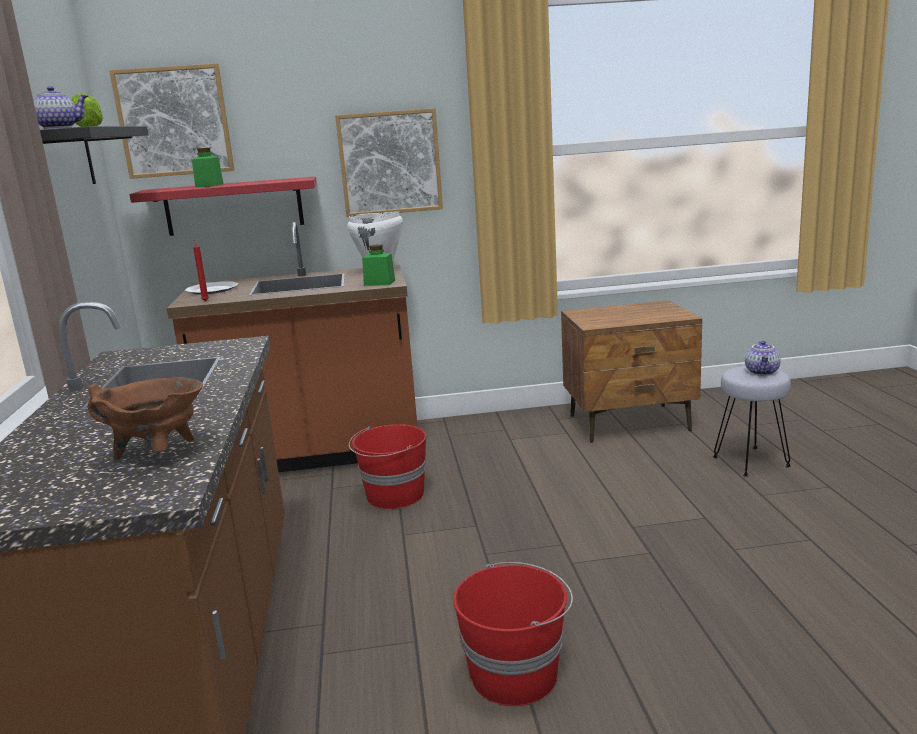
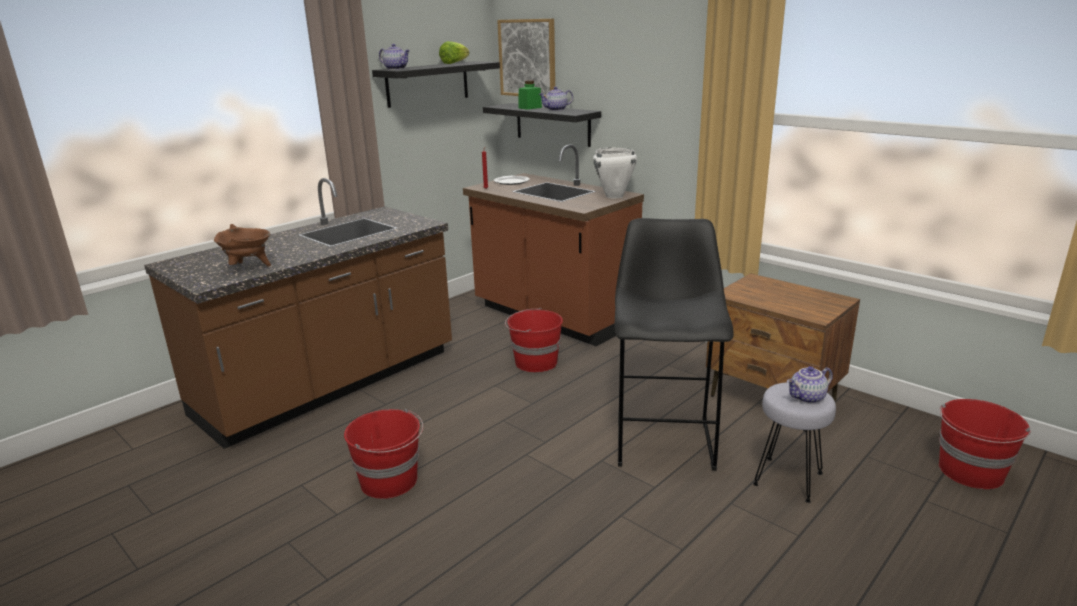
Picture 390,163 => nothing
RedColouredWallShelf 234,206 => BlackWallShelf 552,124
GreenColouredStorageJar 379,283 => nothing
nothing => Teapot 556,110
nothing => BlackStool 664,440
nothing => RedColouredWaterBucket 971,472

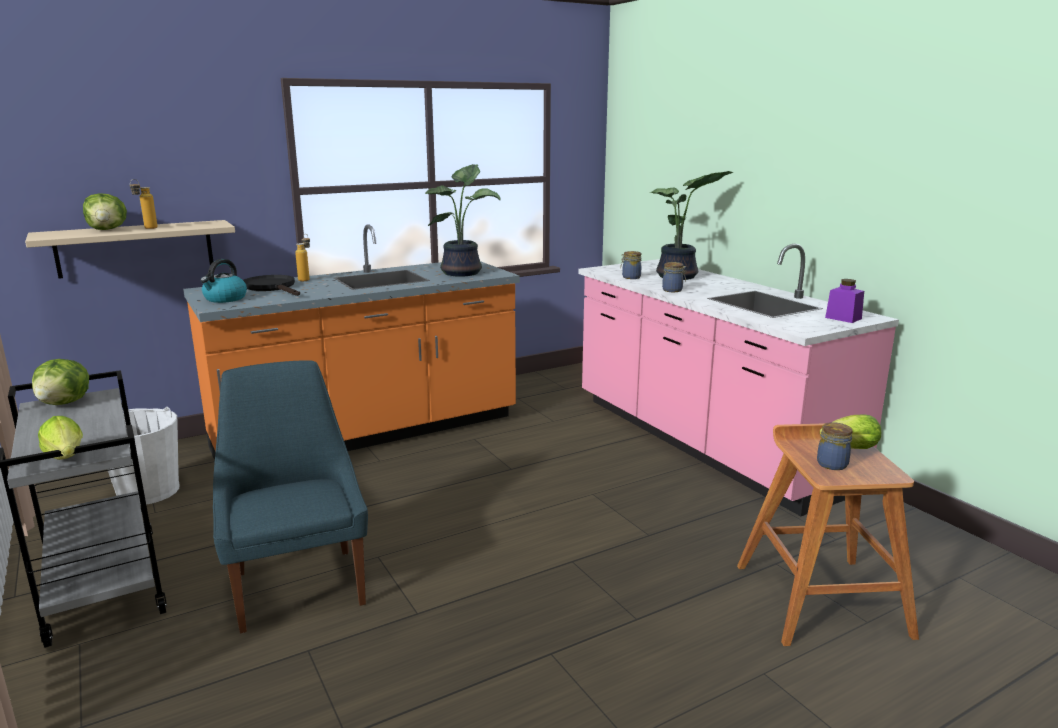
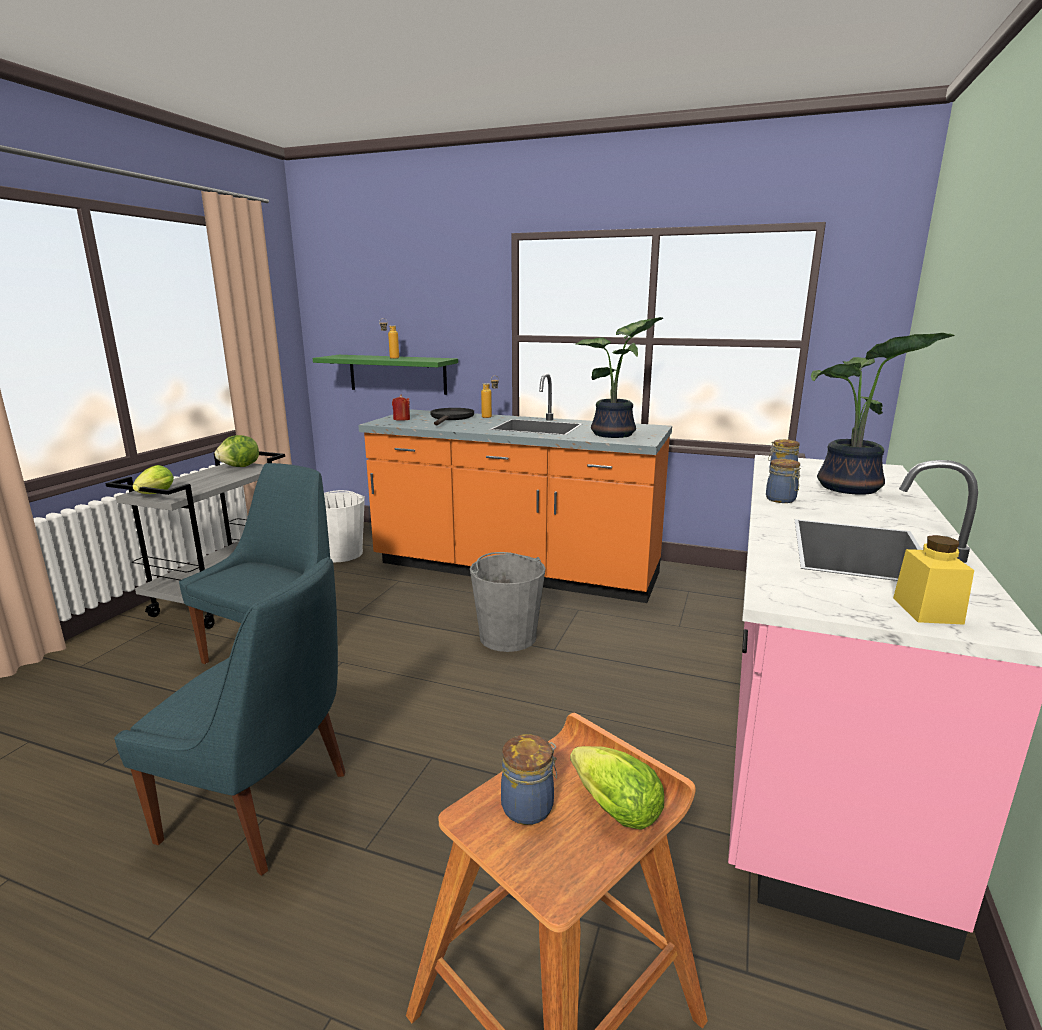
Lettuce 107,230 => nothing
BeigeColouredWallShelf 135,248 => GreenColouredWallShelf 397,374
Kettle 225,299 => RedColouredWaxLight 401,419
PurplishStorageJar 843,318 => YellowColouredStorageJar 927,610
nothing => GrayWaterBucket 507,636
nothing => BluishChair 263,808

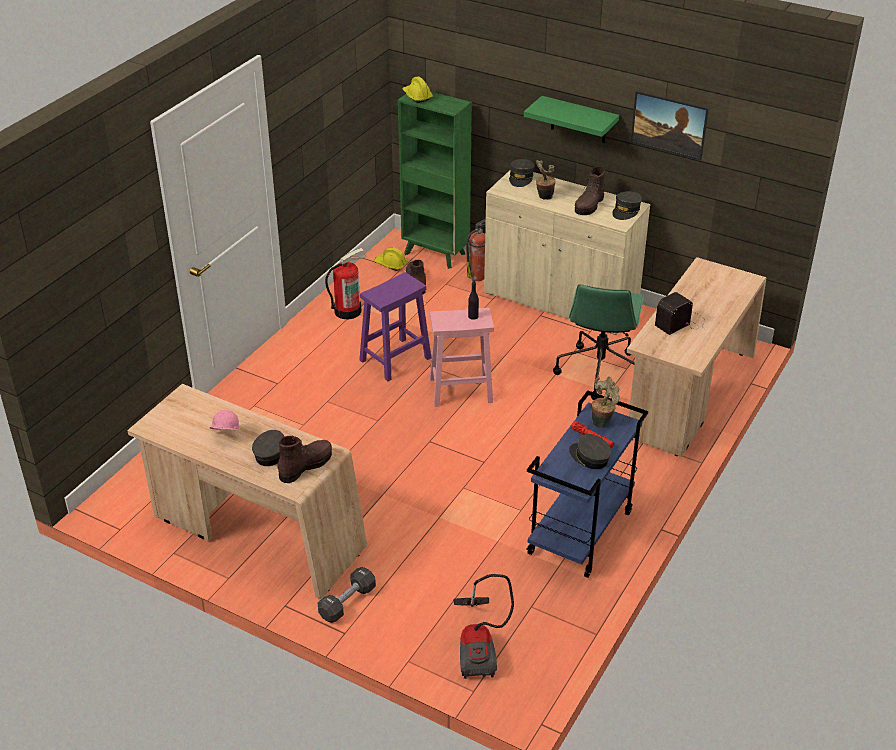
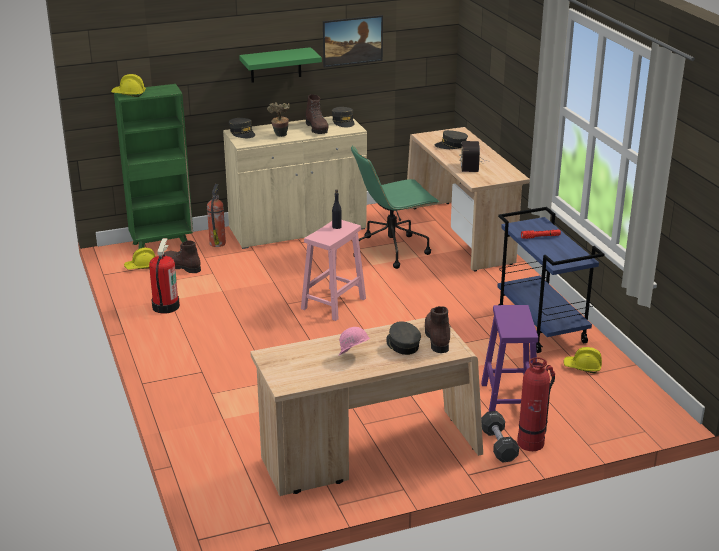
PurplishStool 394,360 => PurplishStool 509,401, relocated
GreenColouredComputerChair 599,371 => GreenColouredComputerChair 392,250, 105 degrees clockwise
PlantInAPot 602,422 => nothing
GrayCap 589,457 => GrayCap 451,145, relocated
Hoover 479,646 => nothing
nothing => YellowColouredWorkHelmet 582,367
nothing => FireFightingCylinder 531,443

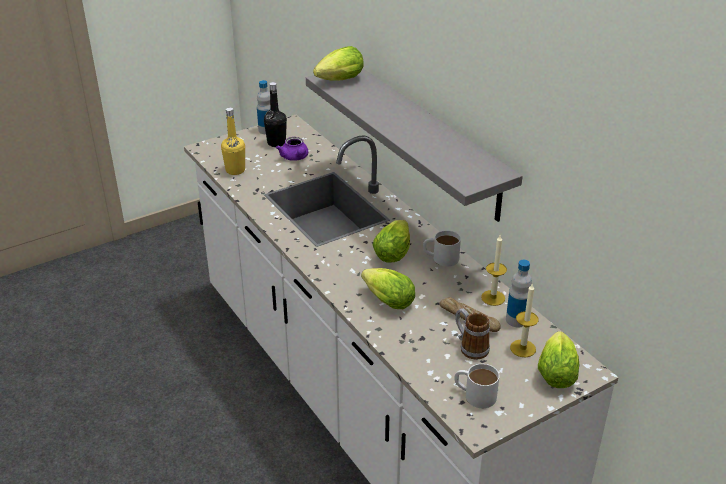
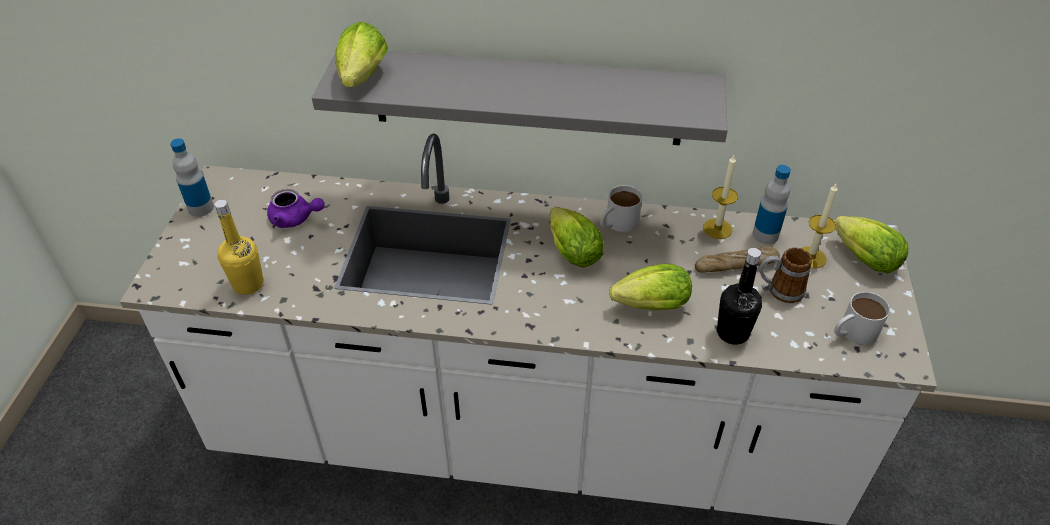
BlackBottle 276,143 => BlackBottle 732,333, relocated

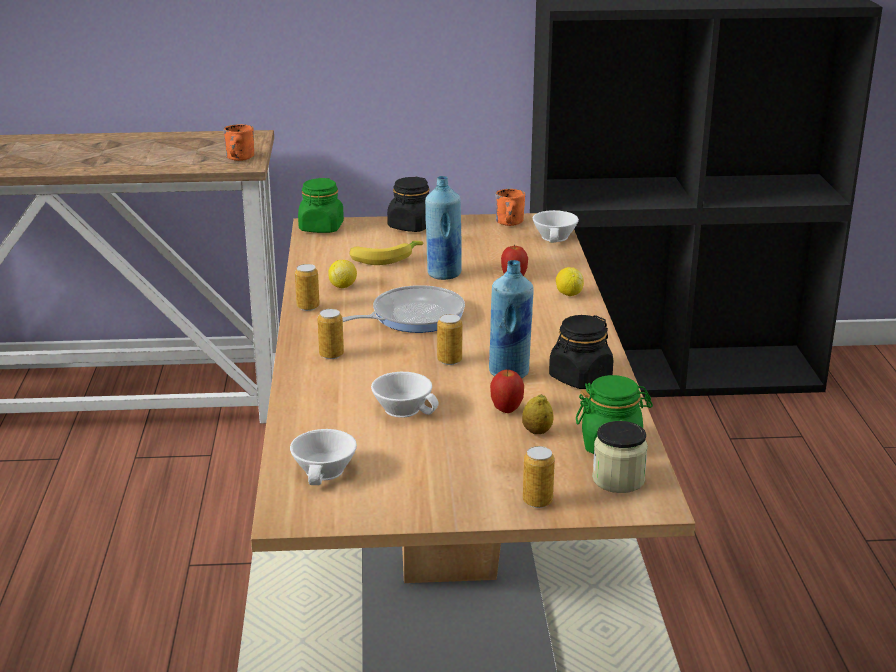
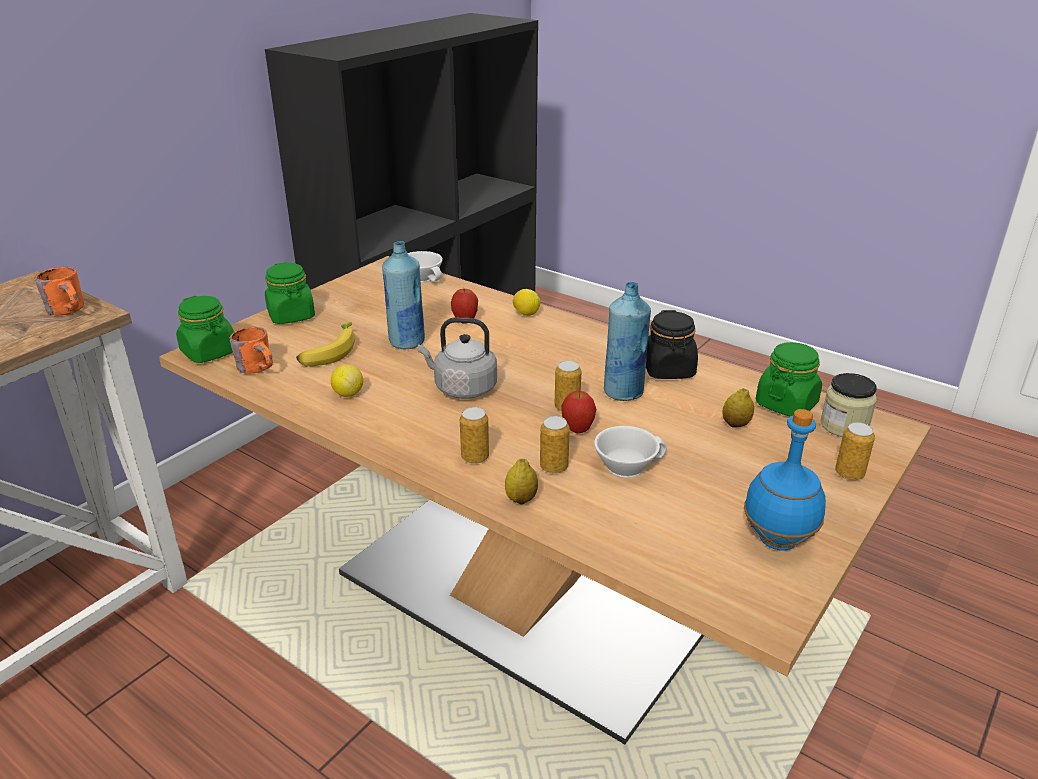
BlackStorageJar 411,226 => GreenColouredStorageJar 291,316
OrangeyTeaMug 512,224 => OrangeyTeaMug 260,368, relocated
MetalCan 308,307 => MetalCan 554,467, relocated
Skillet 412,316 => GrayKettle 462,388
Apple 506,410 => Apple 577,430, relocated
WhitishCup 326,471 => nothing
nothing => BluishBottle 778,539
nothing => Lemon 521,499

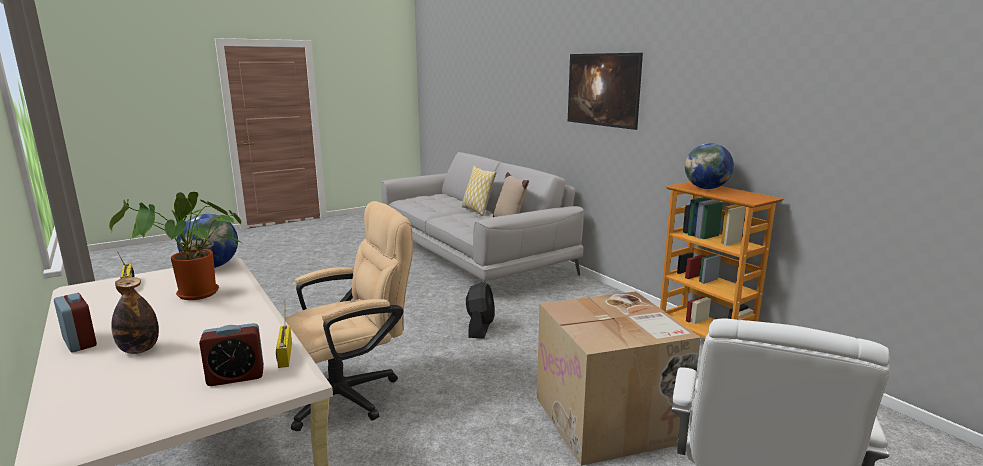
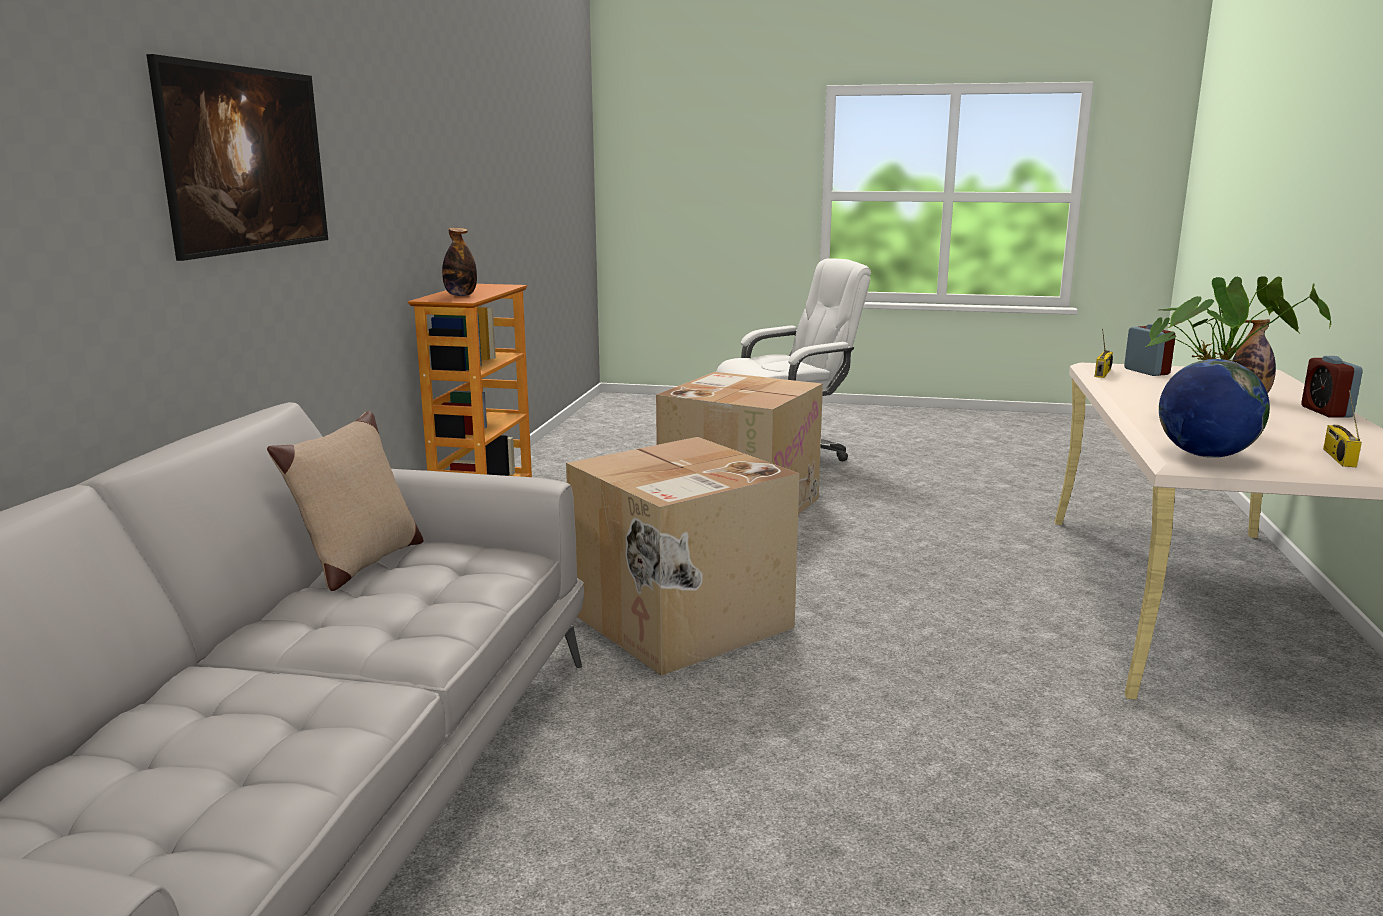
DeskGlobe 706,188 => Bottle 460,295
Pillow 477,210 => nothing
BeigeColouredComputerChair 351,393 => nothing
BlackFan 480,327 => Carton 680,622
BedsideClock 236,377 => BedsideClock 1146,371, 45 degrees clockwise

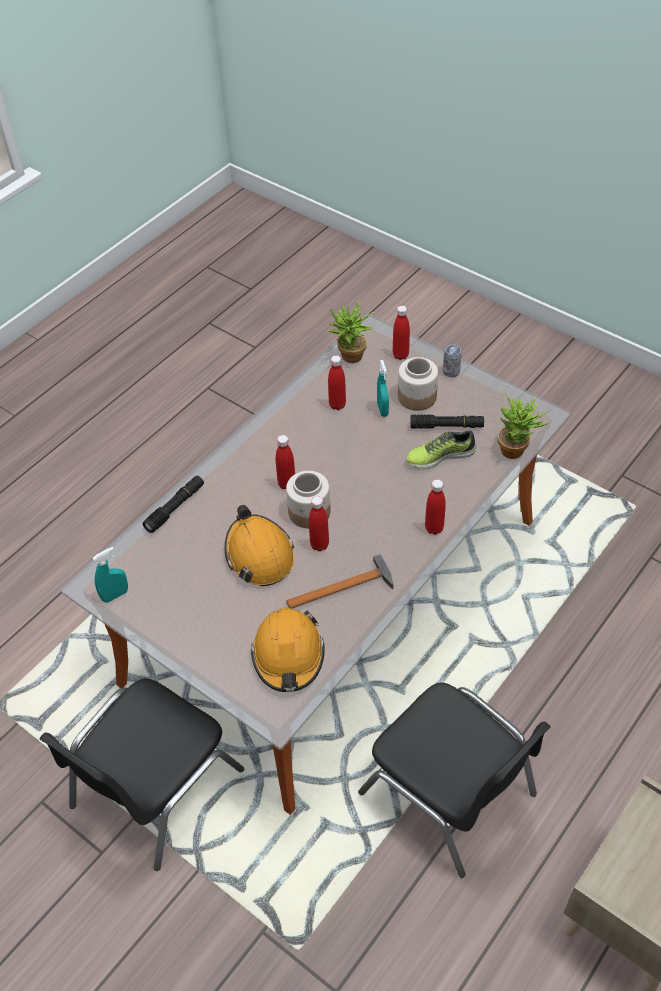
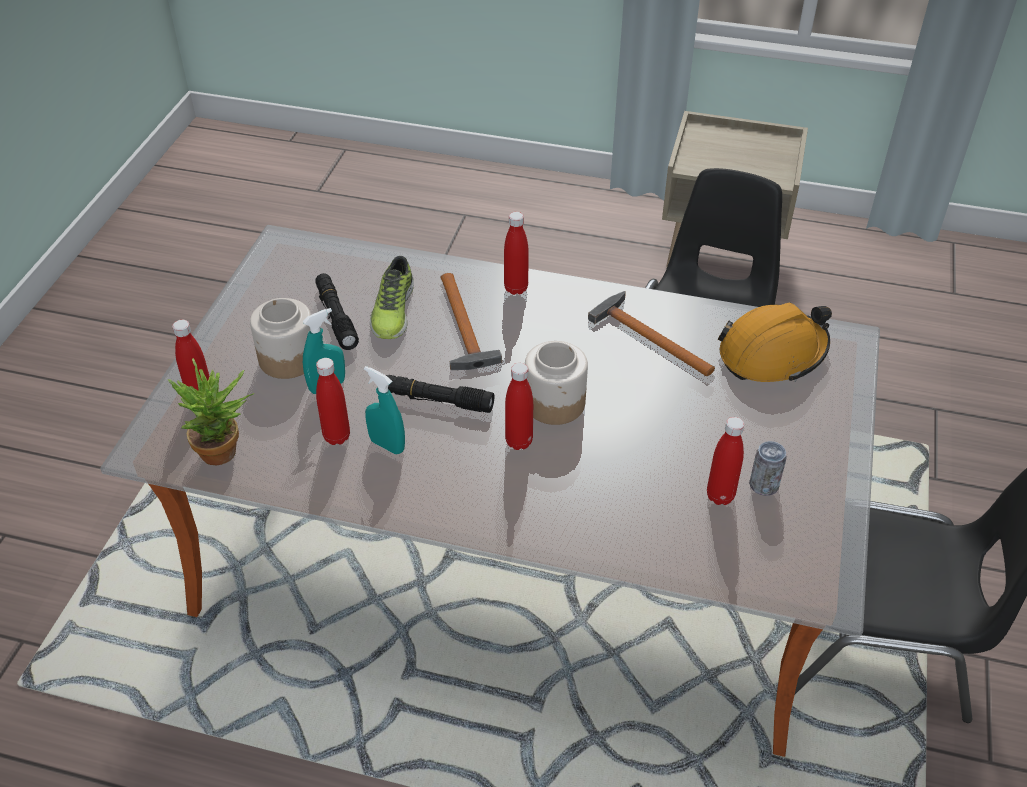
MetalCan 451,372 => MetalCan 763,485, relocated
PlantInAPot 517,450 => nothing
Shoe 440,455 => Shoe 392,311, 45 degrees clockwise
BlackFlashlight 175,508 => BlackFlashlight 438,400, relocated
RedColouredBottle 319,545 => RedColouredBottle 720,496, relocated
OrangeyWorkHelmet 259,554 => nothing
TurquoiseColouredSprayBottle 115,595 => TurquoiseColouredSprayBottle 387,445, relocated
nothing => HandHammer 463,327

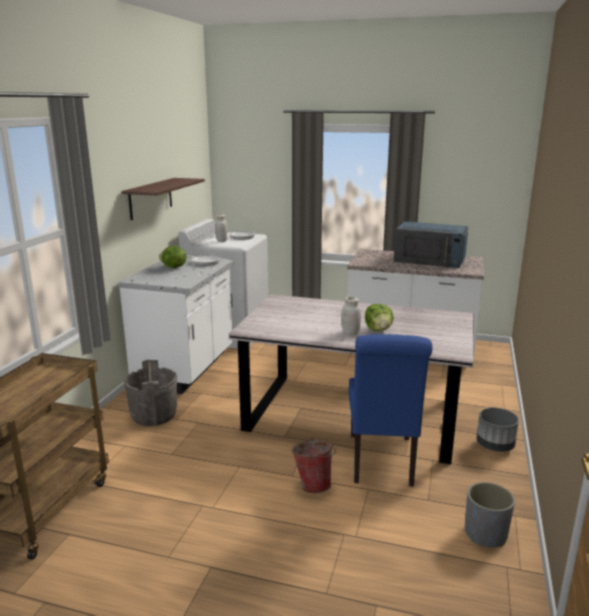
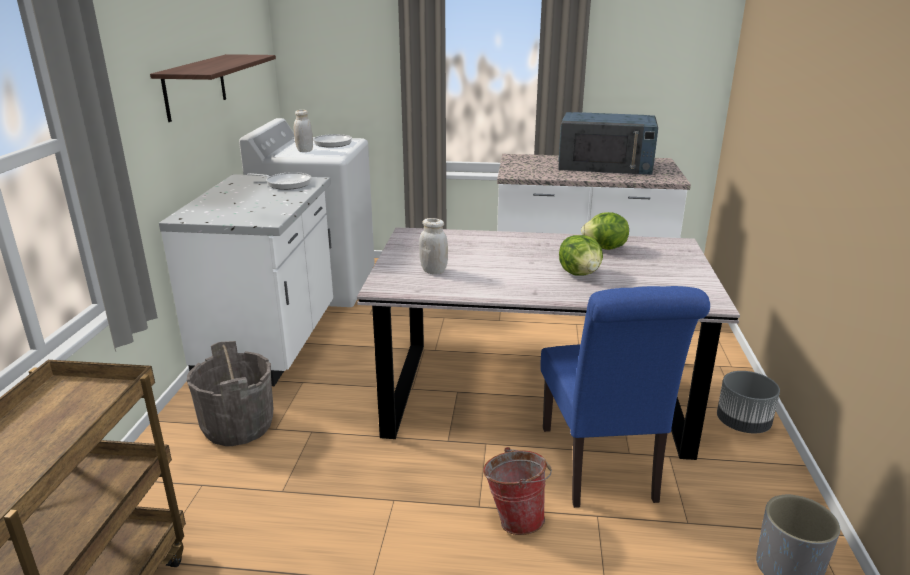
Lettuce 173,267 => Lettuce 605,248, relocated
WhitishStorageJar 350,332 => WhitishStorageJar 434,271, relocated

